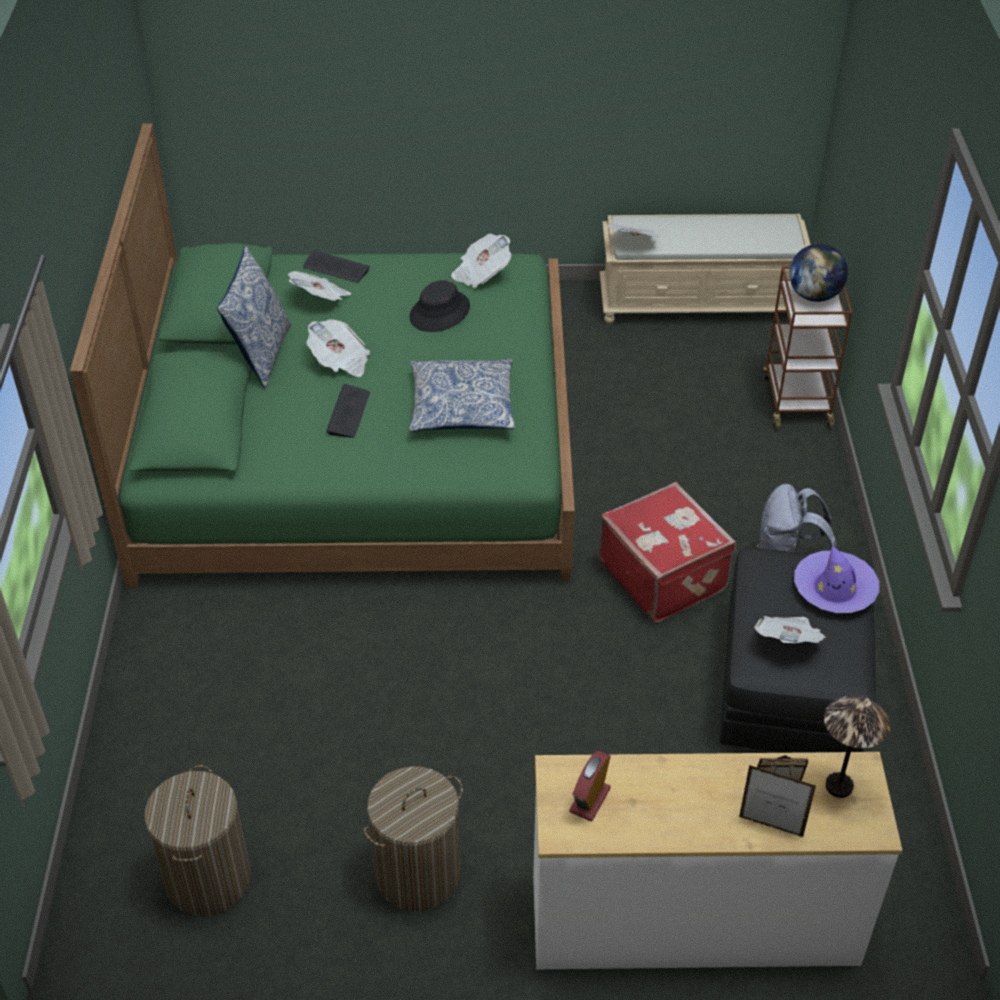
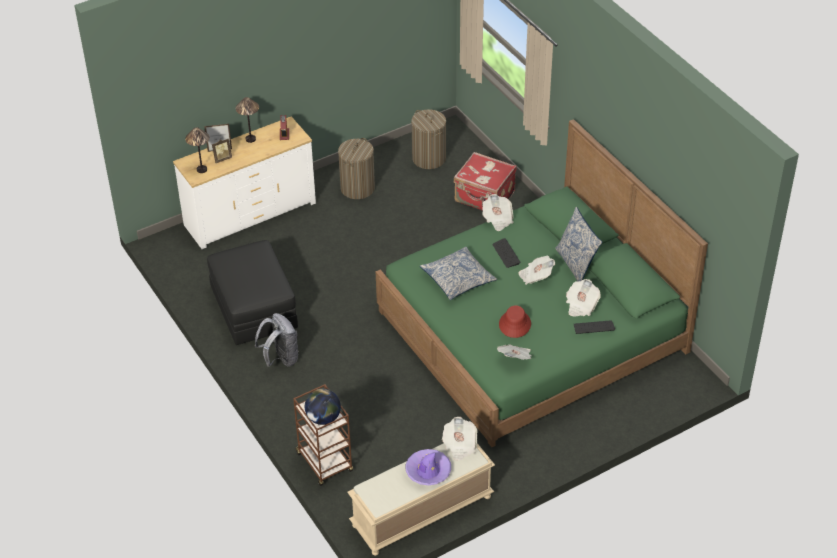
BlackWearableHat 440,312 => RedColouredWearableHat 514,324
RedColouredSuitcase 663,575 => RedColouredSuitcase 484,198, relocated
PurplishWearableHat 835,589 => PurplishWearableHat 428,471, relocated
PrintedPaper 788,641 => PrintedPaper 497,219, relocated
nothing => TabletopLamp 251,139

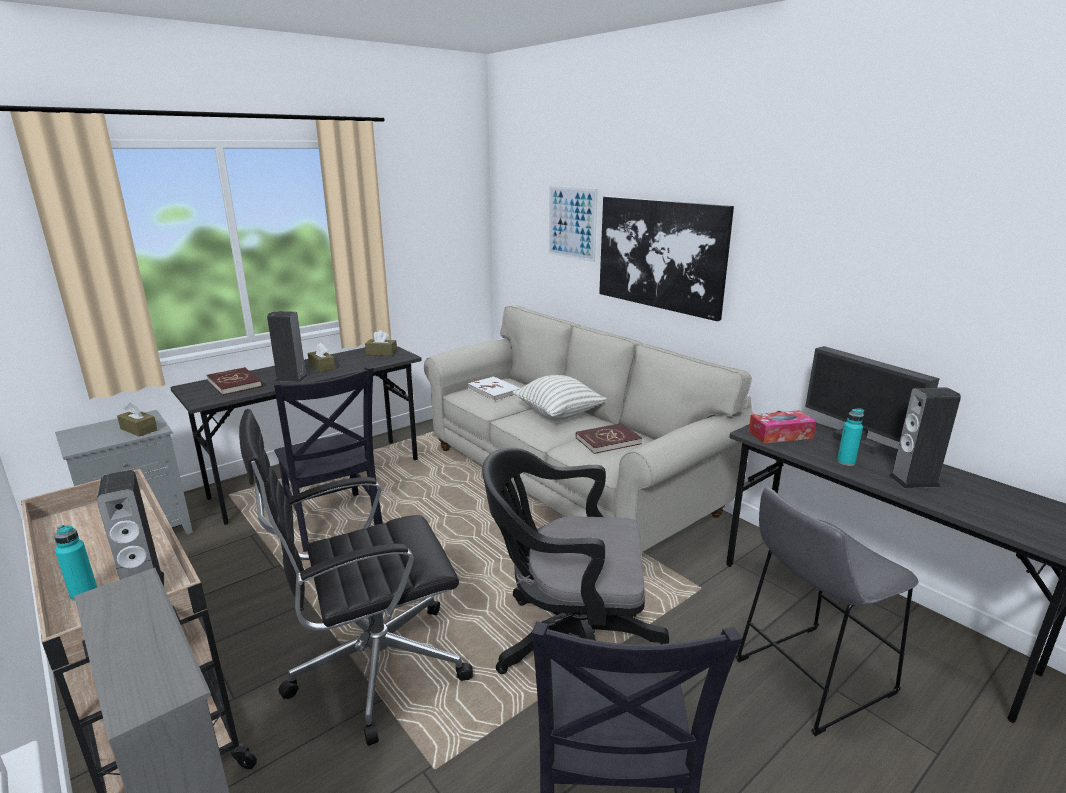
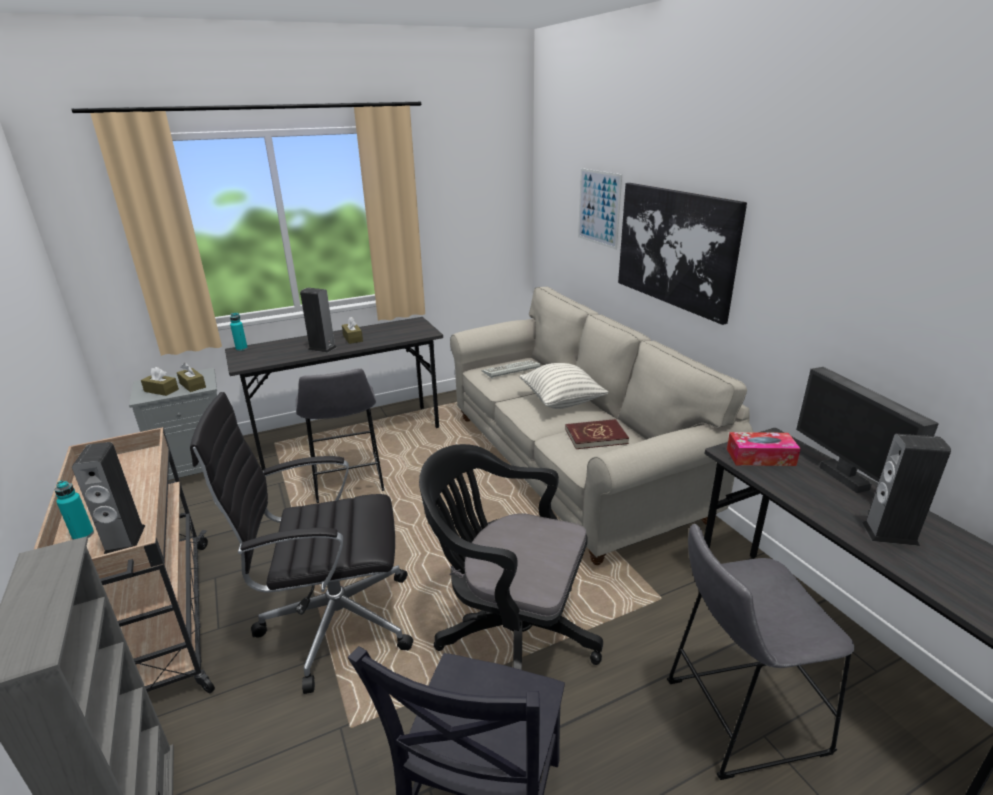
BrownColouredTissueBox 381,353 => BrownColouredTissueBox 161,390, relocated
BlackChair 334,523 => GrayStool 347,481
RedColouredBook 235,383 => nothing
WhitishBook 494,391 => PcKeyboard 510,371
TurquoiseColouredBottle 846,462 => TurquoiseColouredBottle 241,349, relocated

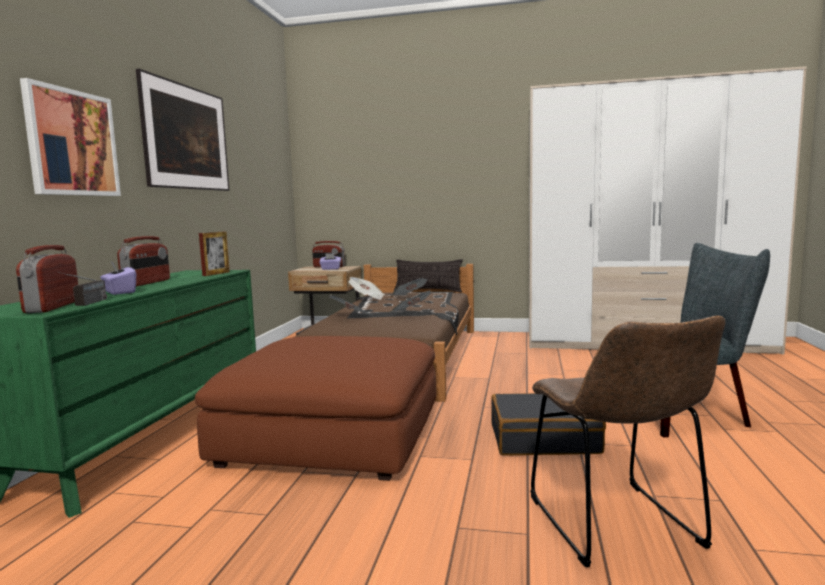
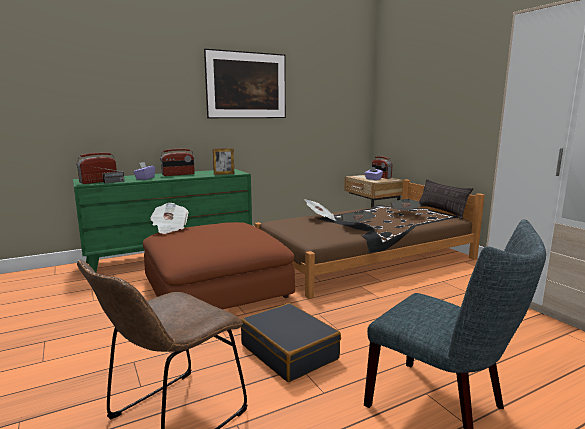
Picture 72,143 => nothing
PrintedPaper 367,298 => PrintedPaper 170,228, relocated

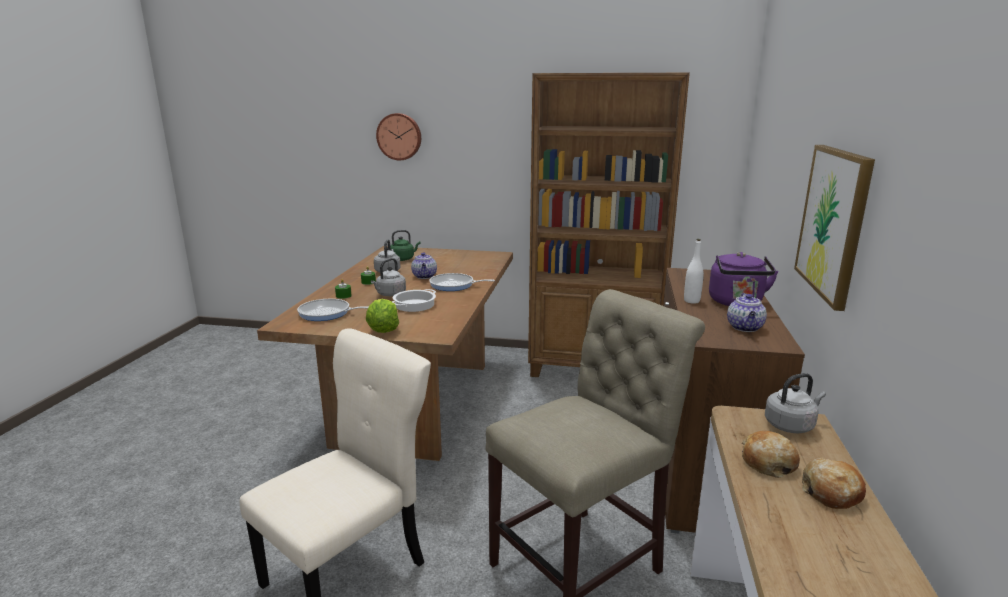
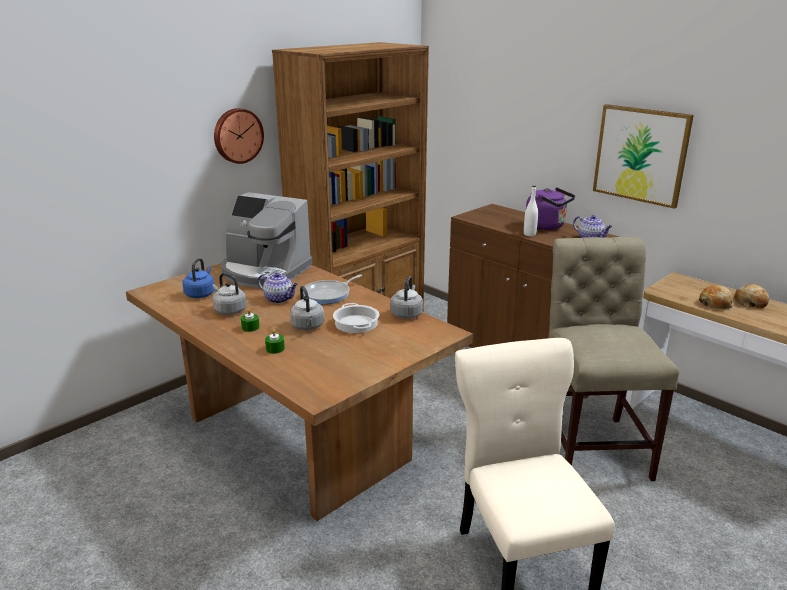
WallClock 399,136 => WallClock 237,135, relocated
GreenColouredKettle 403,259 => BluishKettle 200,294
Skillet 327,313 => nothing
Lettuce 383,330 => nothing
GrayKettle 791,425 => GrayKettle 407,314, relocated
nothing => CoffeeMaker 264,271

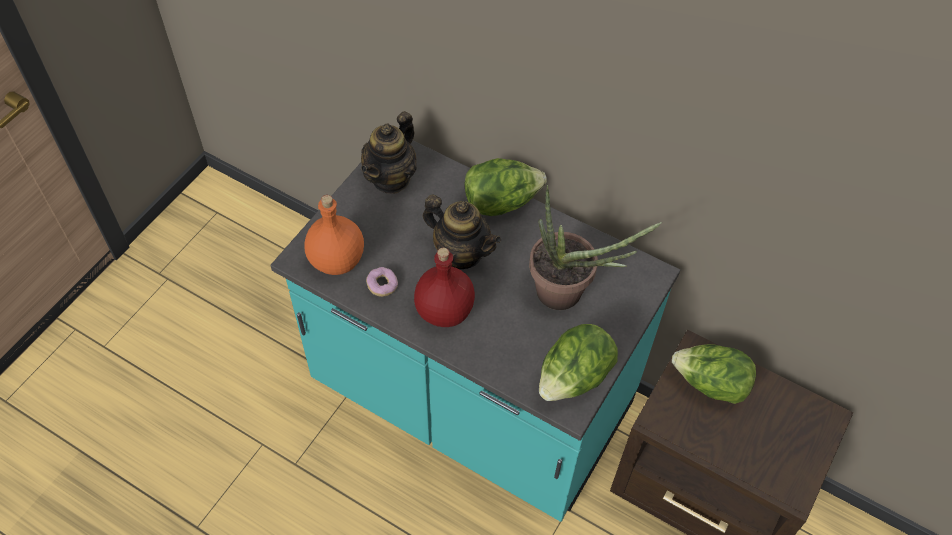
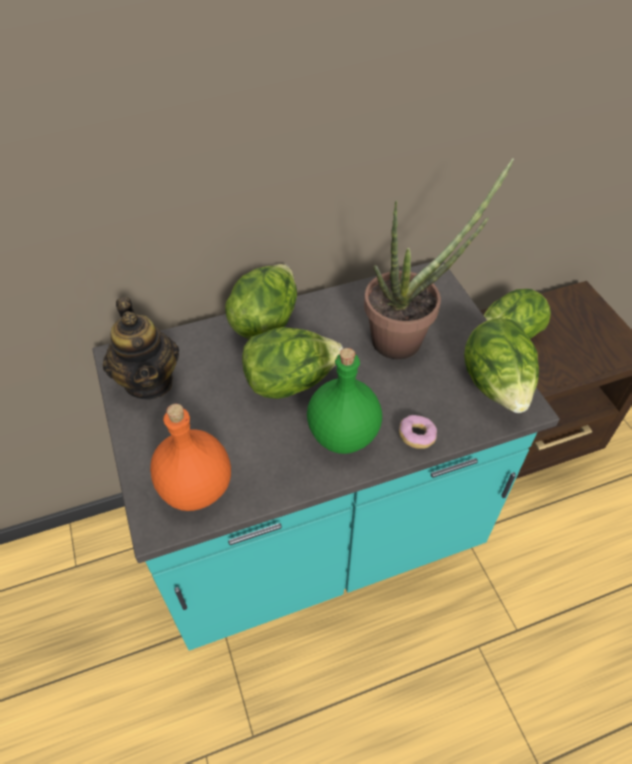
Teapot 461,253 => Lettuce 290,382
RedColouredBottle 443,310 => GreenColouredBottle 341,435
Donut 382,286 => Donut 416,436, relocated

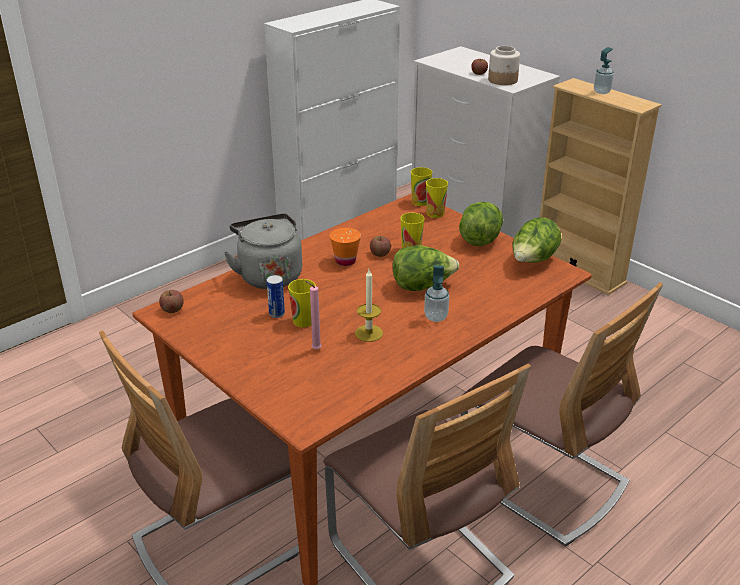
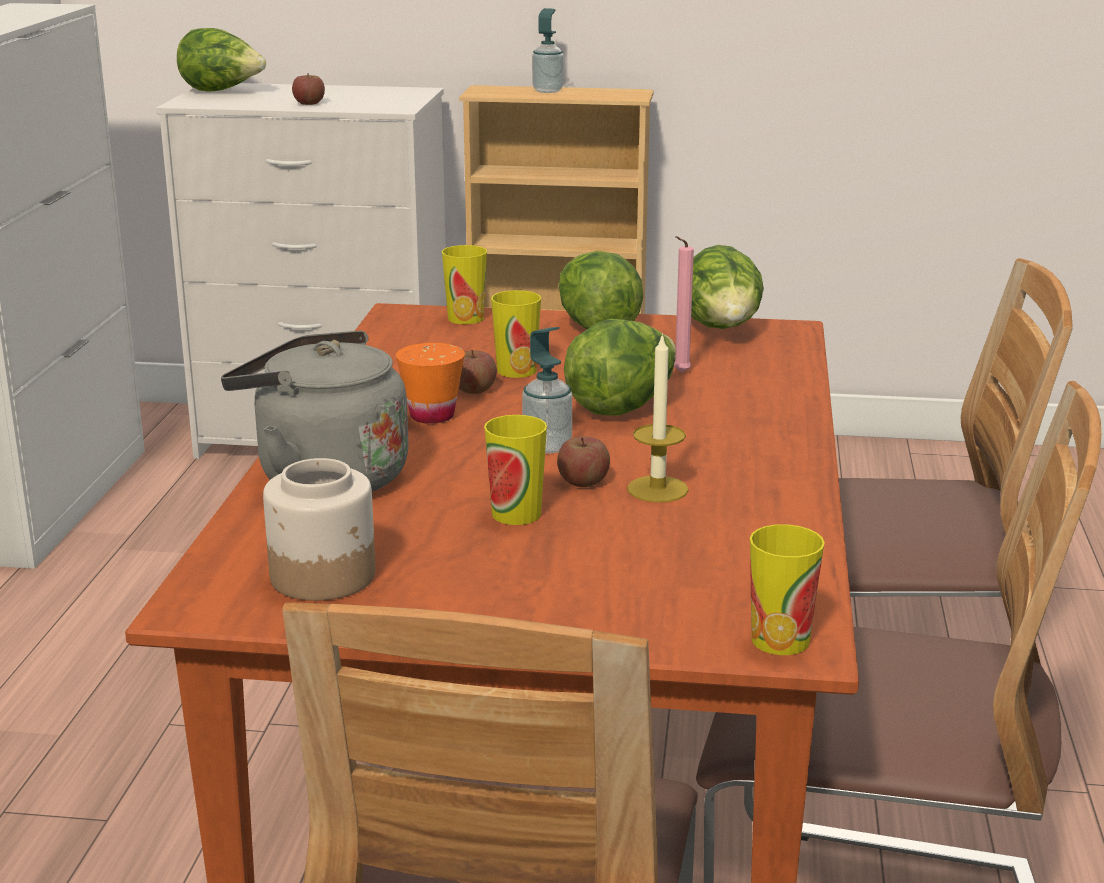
StorageJar 503,80 => StorageJar 324,576, relocated
Cup 420,202 => Cup 780,640, relocated
LiquidSoapBottle 436,317 => LiquidSoapBottle 547,446, relocated
MetalCan 277,314 => nothing
PinkishWaxLight 314,349 => PinkishWaxLight 679,373, relocated
Apple 172,309 => Apple 583,482, relocated
nothing => Lettuce 222,91

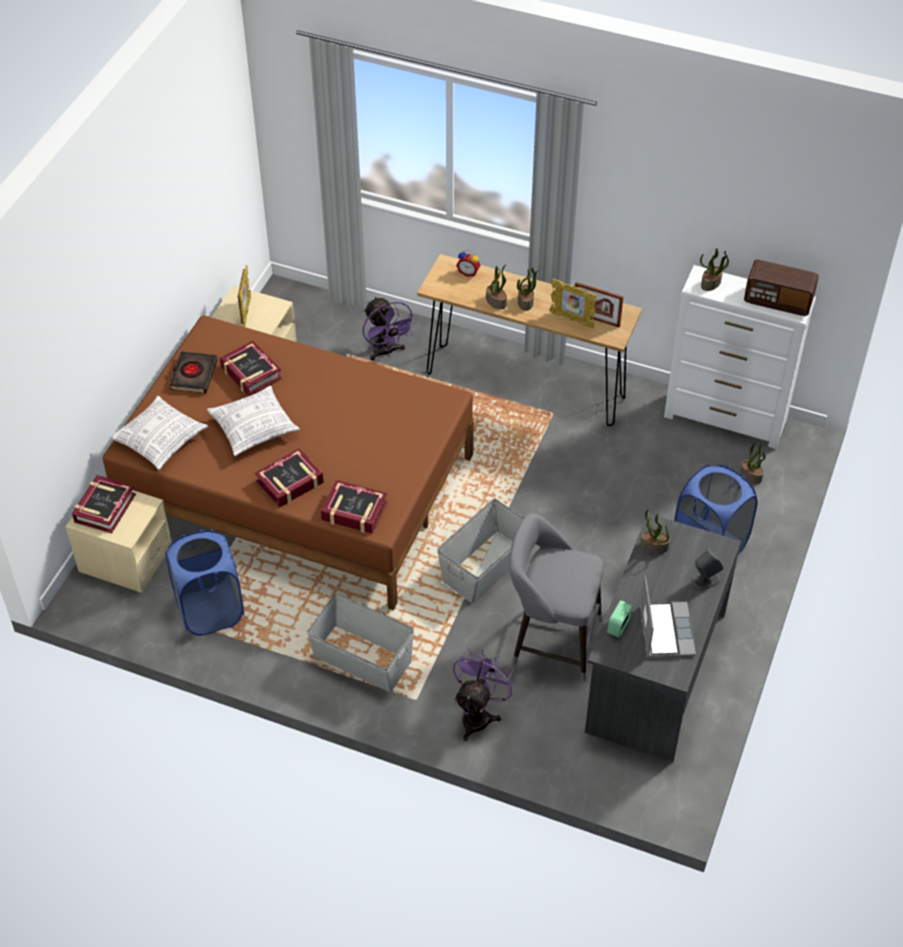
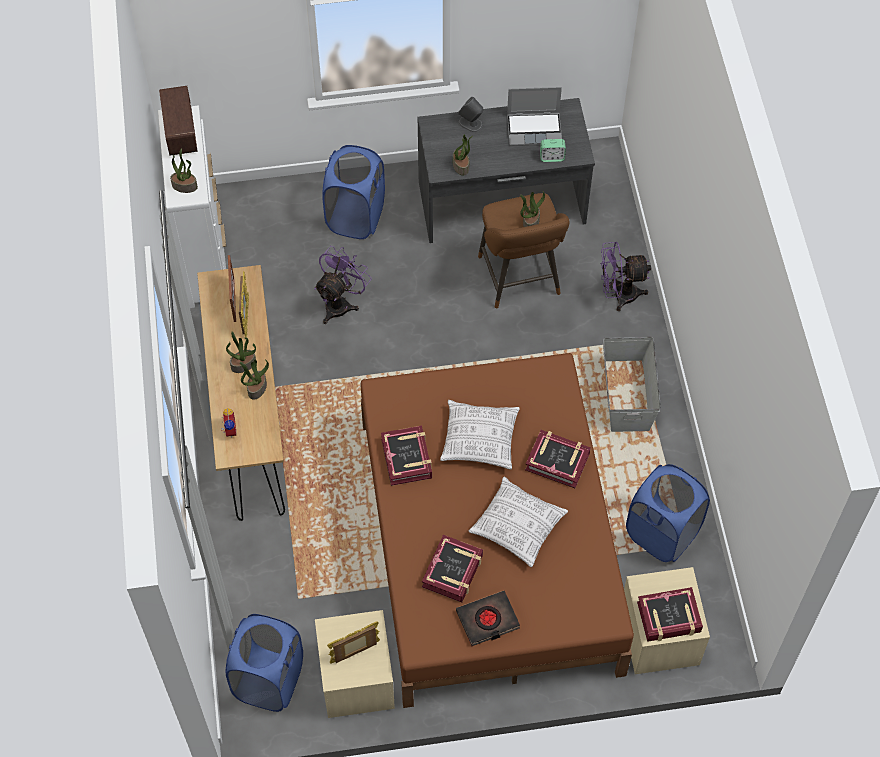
PurplishFan 386,352 => PurplishFan 341,303, relocated
Pillow 160,440 => Pillow 479,440, relocated
PlantInAPot 751,475 => PlantInAPot 530,221, relocated
Book 354,511 => Book 407,458, relocated
GrayStorageBox 486,566 => nothing
GrayStool 550,641 => BrownColouredStool 520,280
PortableComputer 665,630 => PortableComputer 535,129, 150 degrees counterclockwise
nothing => BluishWashingBasket 269,680

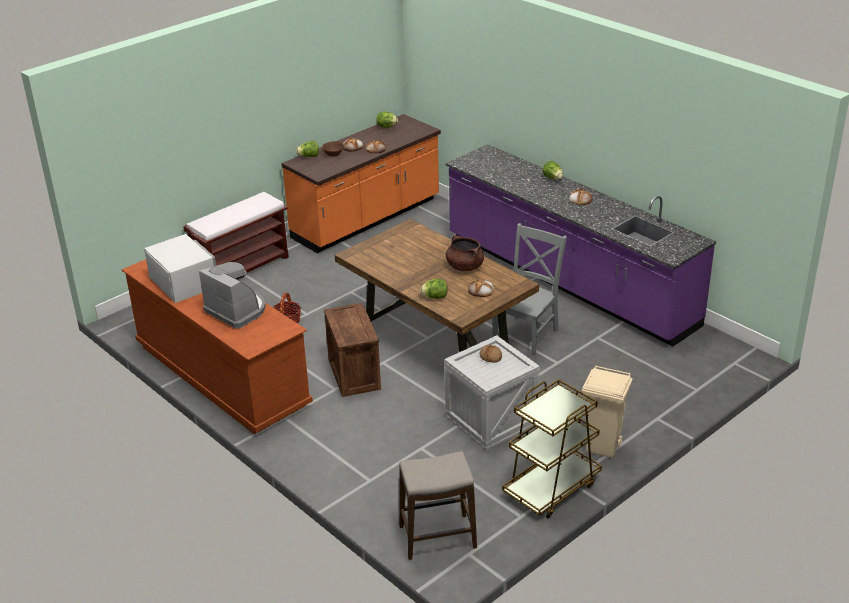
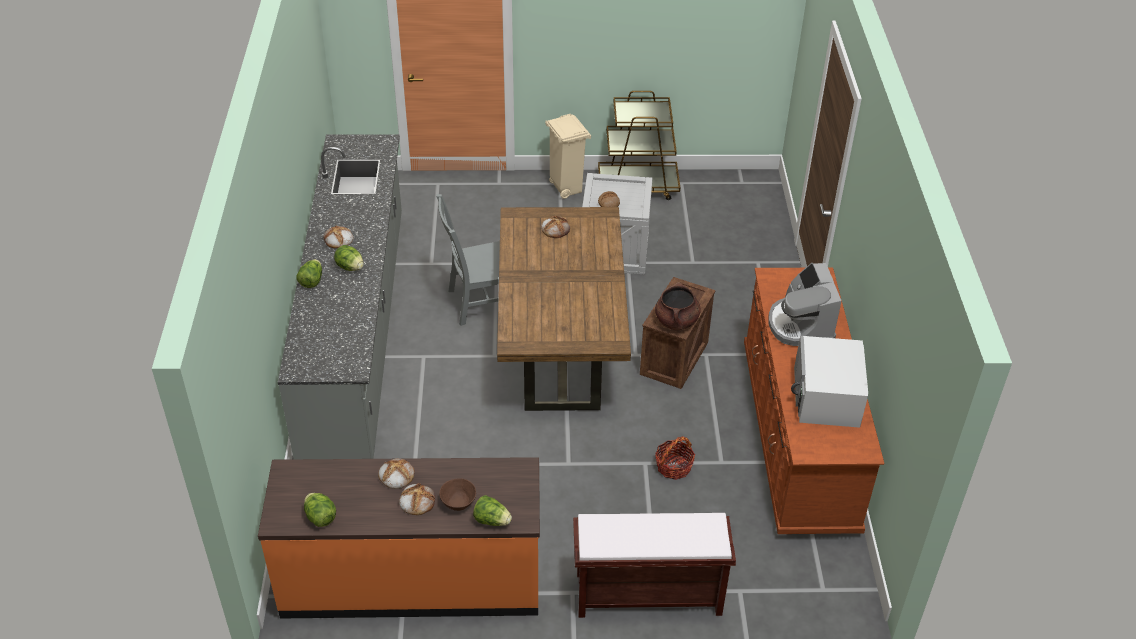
PurplishCounter 567,281 => GrayCounter 357,332
BrownColouredCookingPot 464,267 => BrownColouredCookingPot 676,321, relocated
Lettuce 435,297 => Lettuce 350,267, relocated
Stool 438,537 => nothing

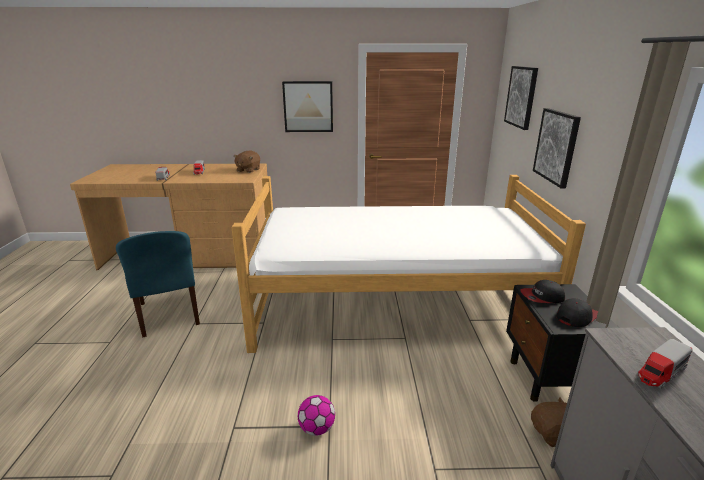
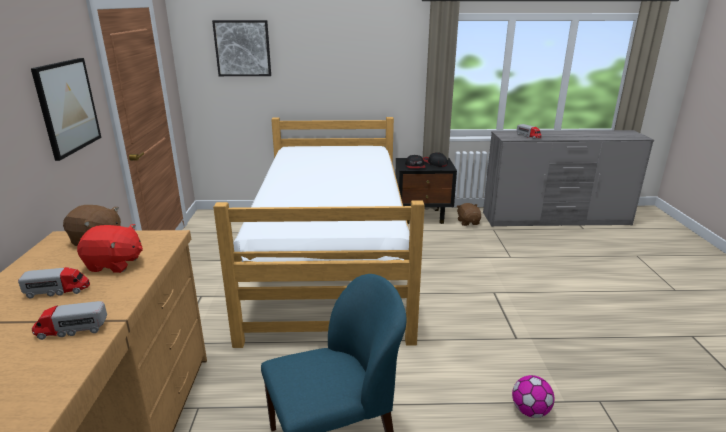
Picture 556,146 => nothing
BallForFootball 317,428 => BallForFootball 530,411, relocated
nothing => RedColouredCuddlyToy 114,264

